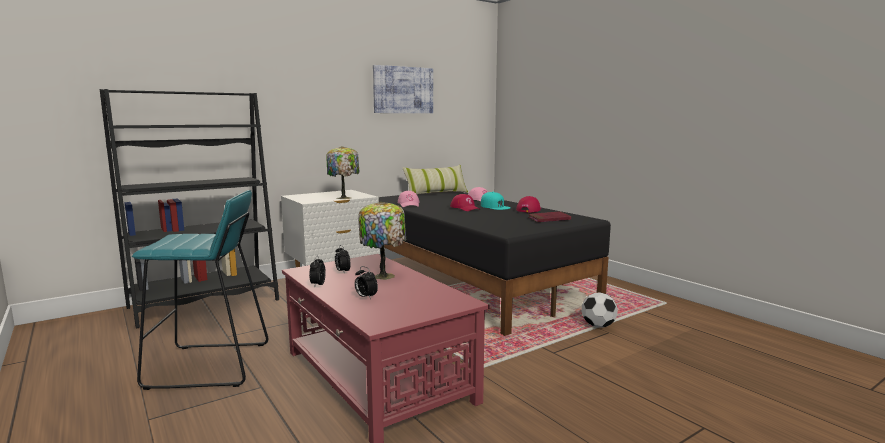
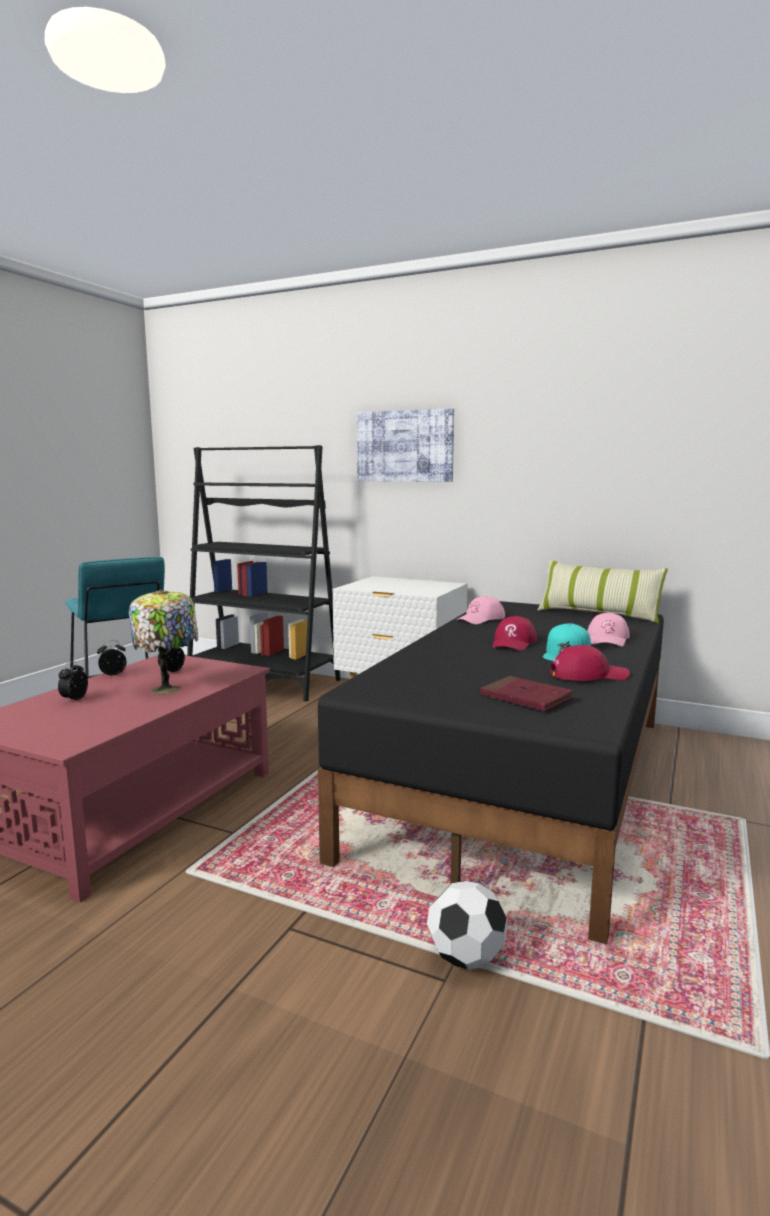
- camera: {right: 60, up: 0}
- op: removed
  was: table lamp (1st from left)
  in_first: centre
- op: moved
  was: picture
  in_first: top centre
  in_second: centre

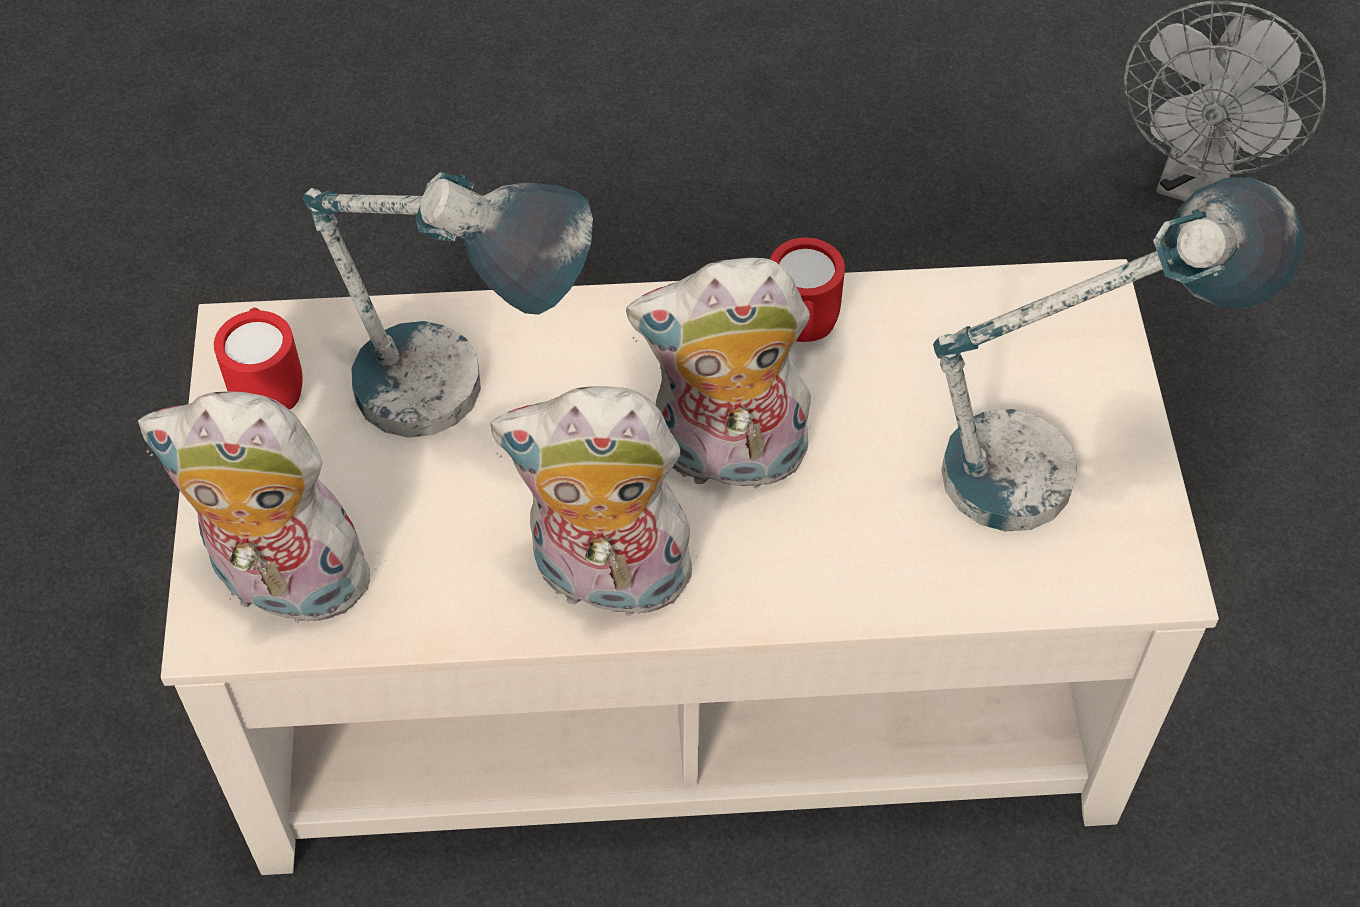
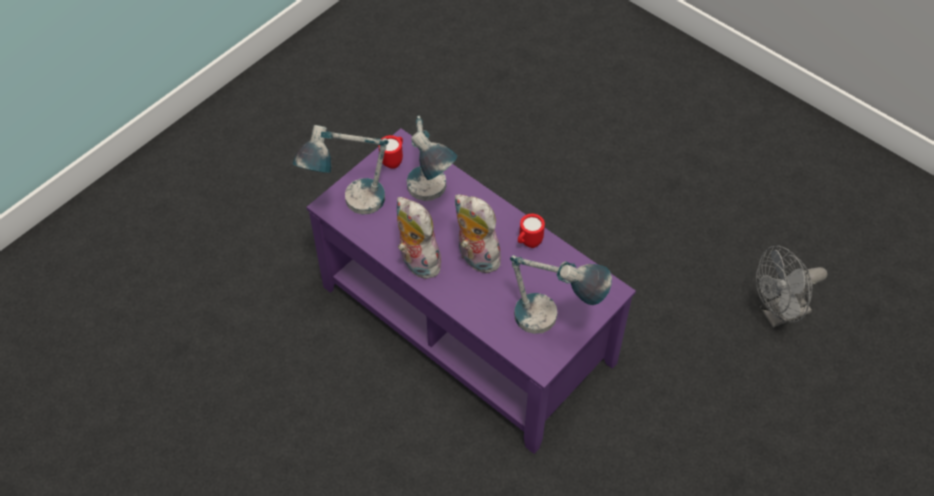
- camera: {right: 45, up: 0}
- op: replaced
  was: plush toy (1st from left)
  now: table lamp (1st from left)
  in_first: middle left
  in_second: centre
- op: recoloured
  was: coffee table (beige)
  now: coffee table (purple)
  in_first: centre
  in_second: centre

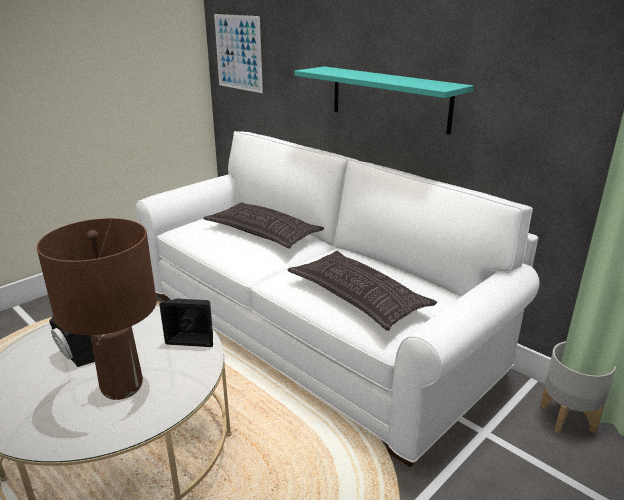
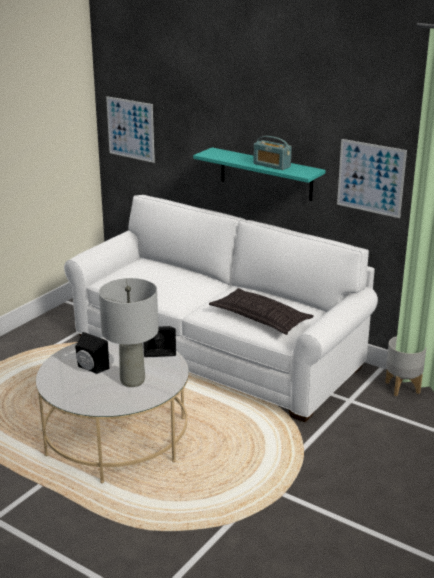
- camera: {right: -10, up: 0}
- op: recoloured
  was: table lamp (brown)
  now: table lamp (grey)
  in_first: middle left
  in_second: middle left
- op: removed
  was: pillow (1st from left)
  in_first: centre
- op: added
  now: radio
  in_second: top centre
- op: added
  now: picture (2nd from left)
  in_second: top right

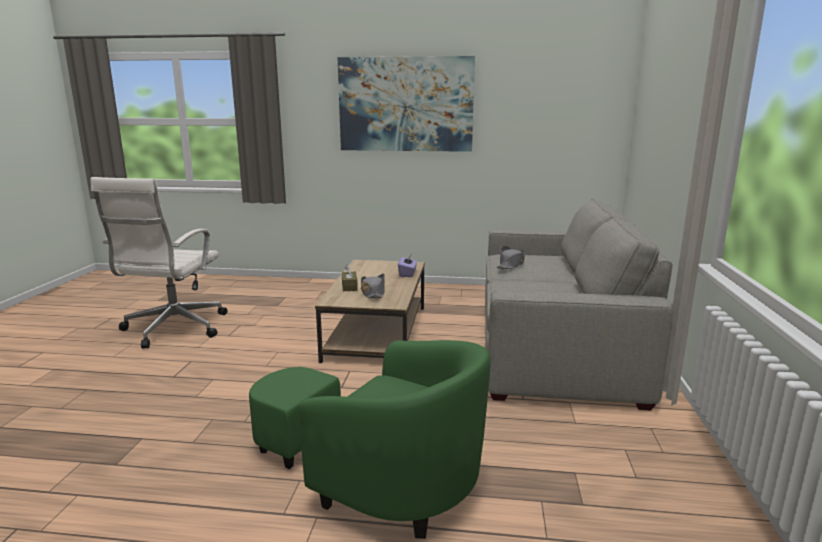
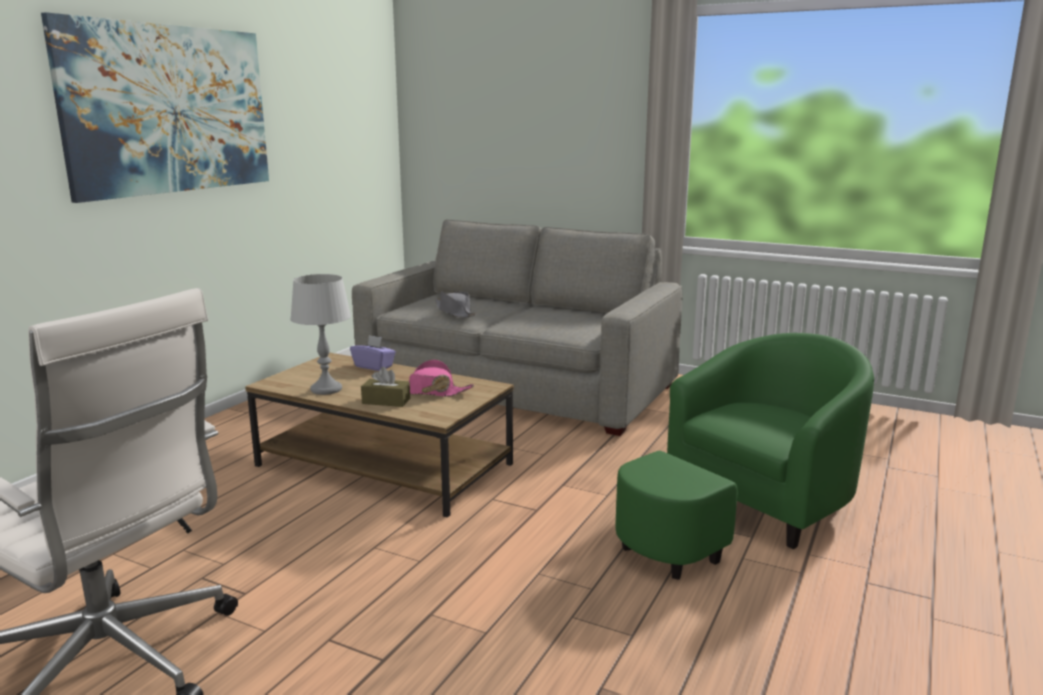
- camera: {right: -70, up: 0}
- op: recoloured
  was: hat (grey) (1st from left)
  now: hat (pink)
  in_first: centre
  in_second: centre
- op: added
  now: table lamp (grey)
  in_second: middle left

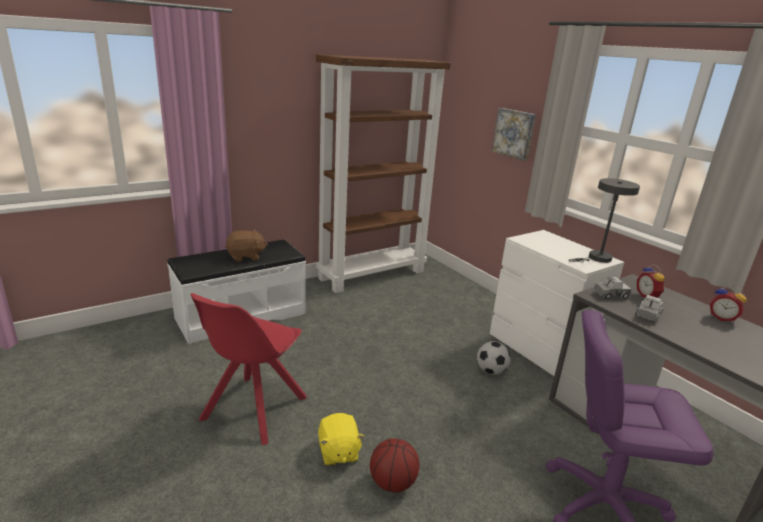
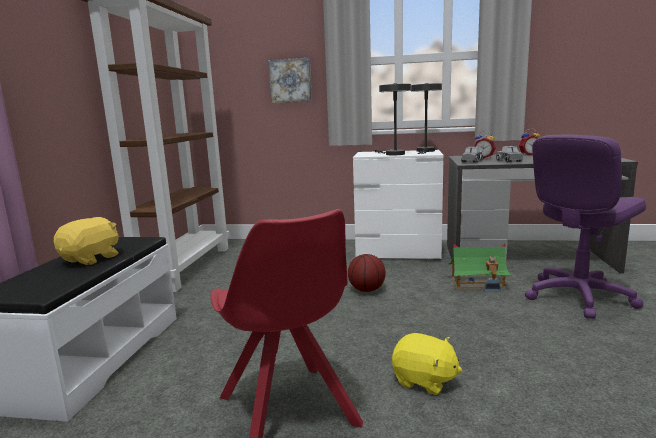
- camera: {right: -45, up: -10}
- op: recoloured
  was: plush toy (brown)
  now: plush toy (yellow) (1st from left)
  in_first: middle left
  in_second: middle left
- op: moved
  was: basketball
  in_first: bottom centre
  in_second: centre
- op: removed
  was: football
  in_first: bottom centre
- op: added
  now: table lamp (grey) (1st from left)
  in_second: top centre
- op: added
  now: toy house
  in_second: middle right

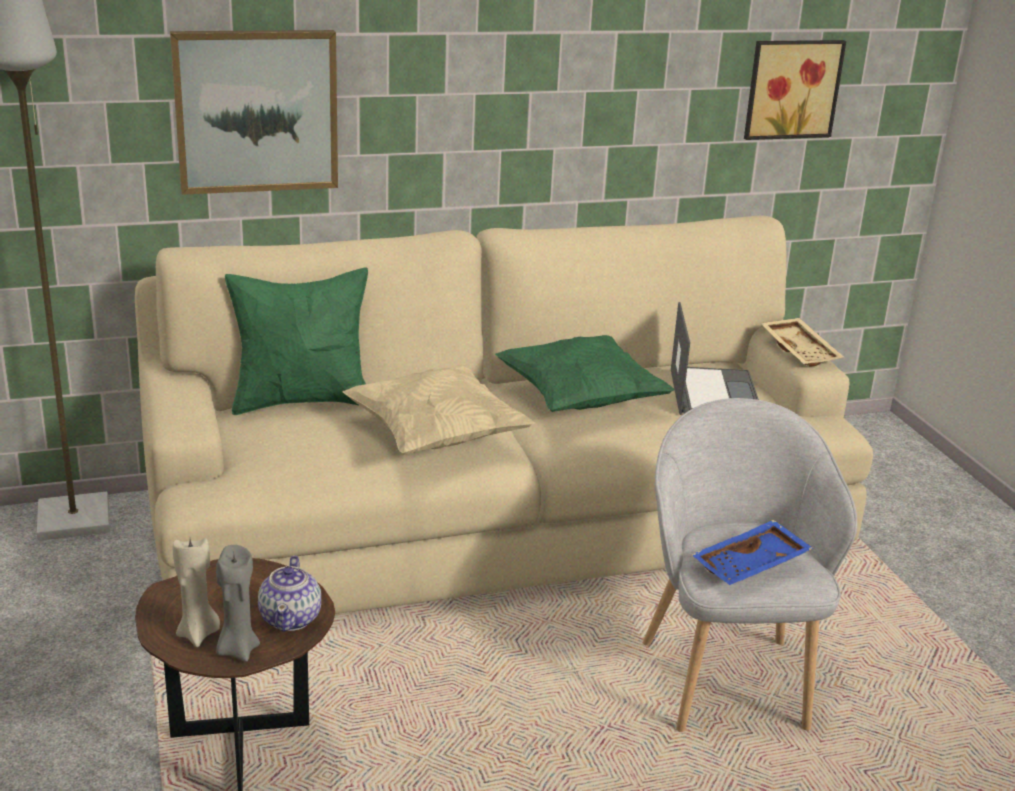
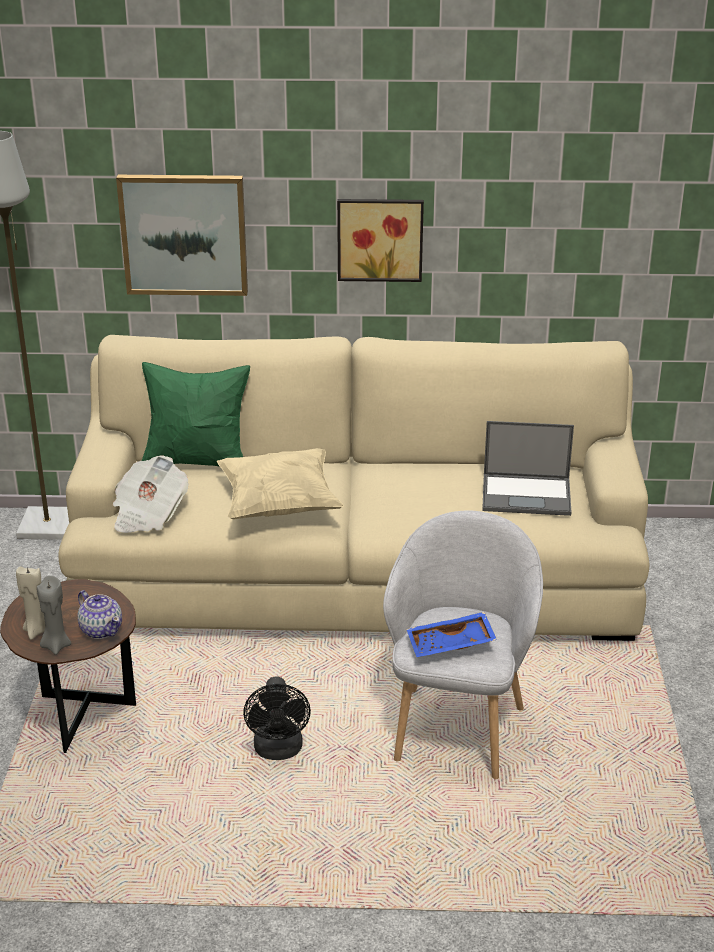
- camera: {right: 20, up: 5}
- op: turned
  was: teapot
  in_first: bottom left
  in_second: middle left
  clockwise: -60
- op: removed
  was: pillow (green) (2nd from left)
  in_first: centre
- op: turned
  was: laptop
  in_first: middle right
  in_second: middle right
  clockwise: 75
- op: moved
  was: picture (2nd from left)
  in_first: top right
  in_second: top centre
- op: removed
  was: tray (beige)
  in_first: middle right
- op: added
  now: newspaper
  in_second: middle left
- op: added
  now: fan (black)
  in_second: bottom centre

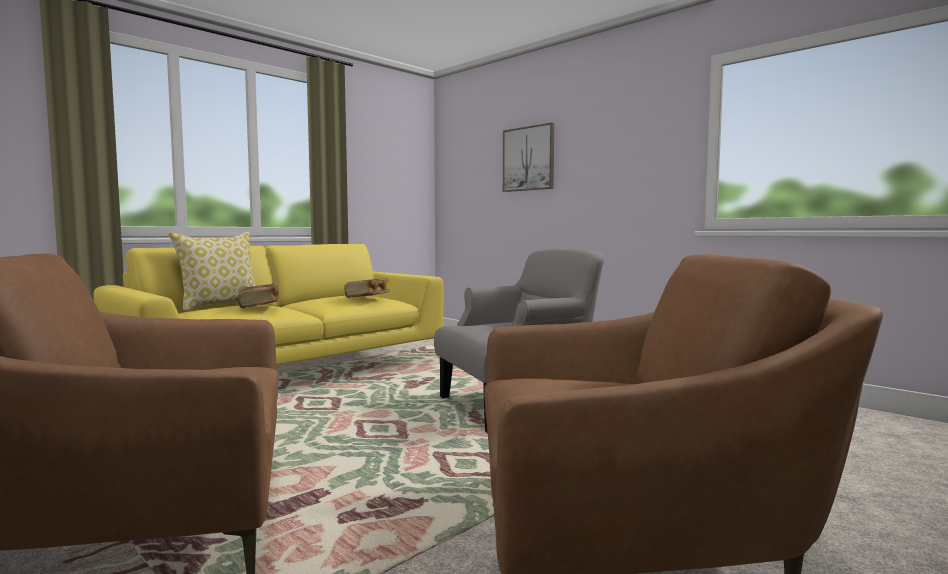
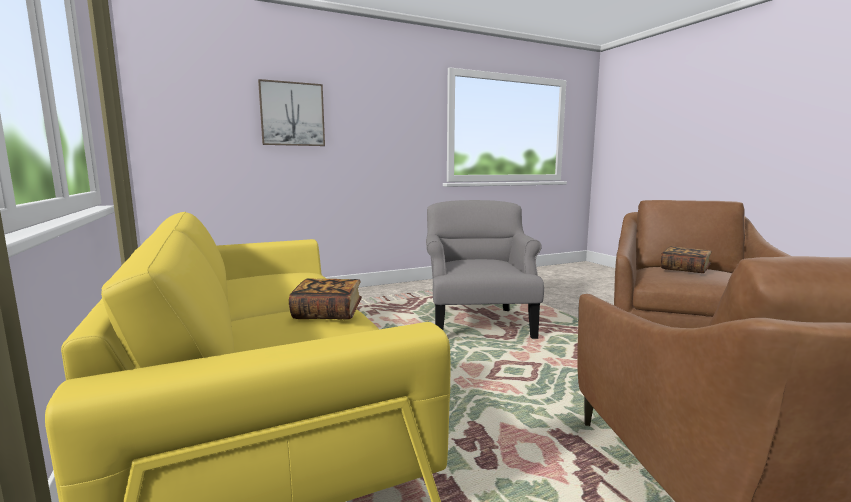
- camera: {right: -70, up: 5}
- op: removed
  was: pillow
  in_first: middle left
- op: moved
  was: book (2nd from left)
  in_first: centre
  in_second: middle right

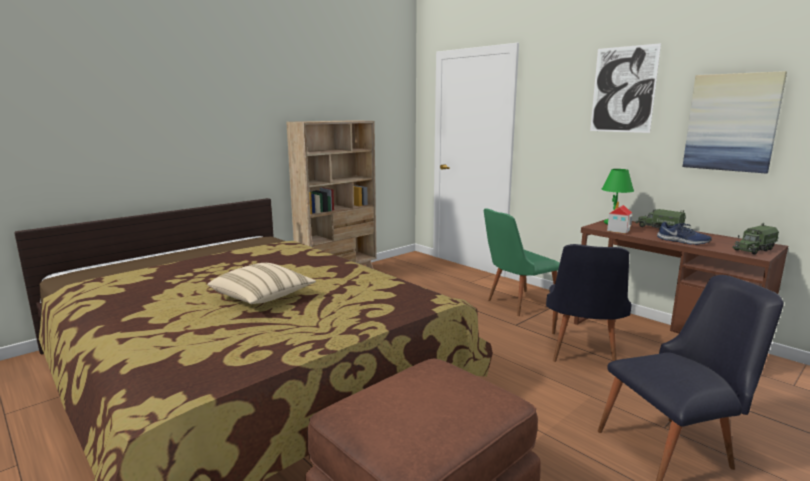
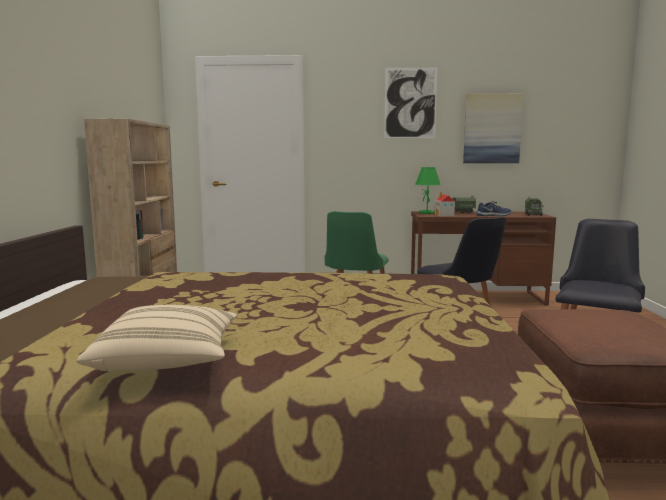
- camera: {right: -45, up: -5}
- op: moved
  was: pillow (beige)
  in_first: middle left
  in_second: bottom left

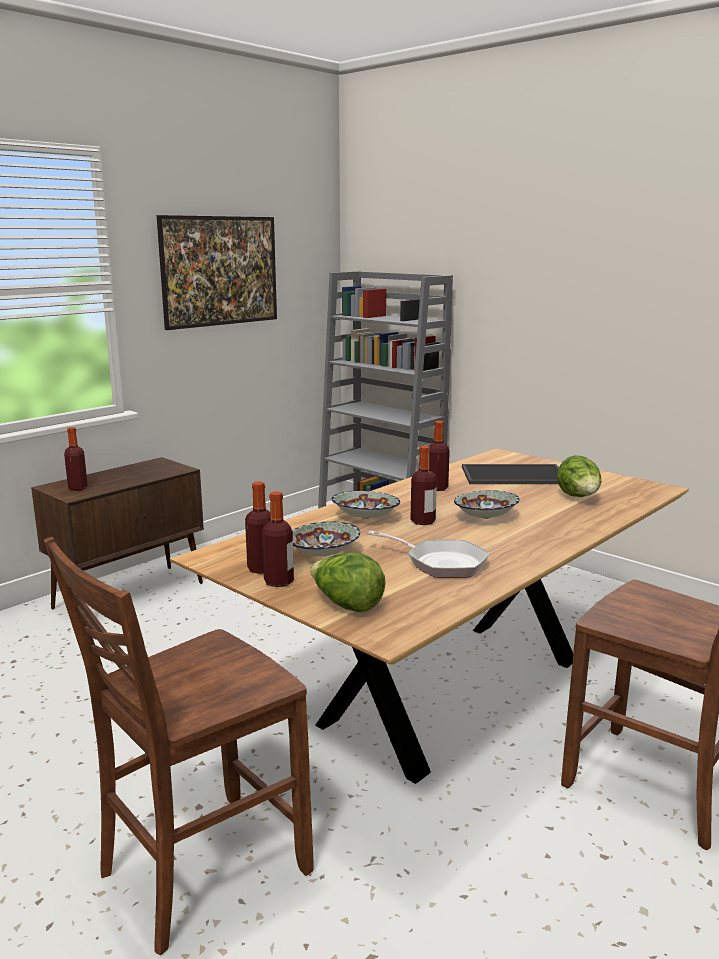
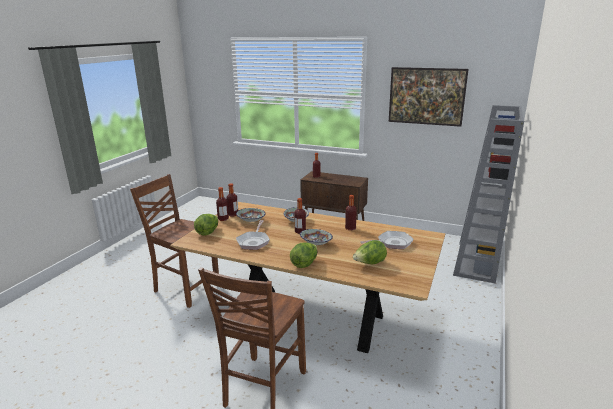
- camera: {right: 70, up: 5}
- op: replaced
  was: tray
  now: frying pan (2nd from left)
  in_first: middle right
  in_second: centre
- op: added
  now: lettuce (2nd from left)
  in_second: centre

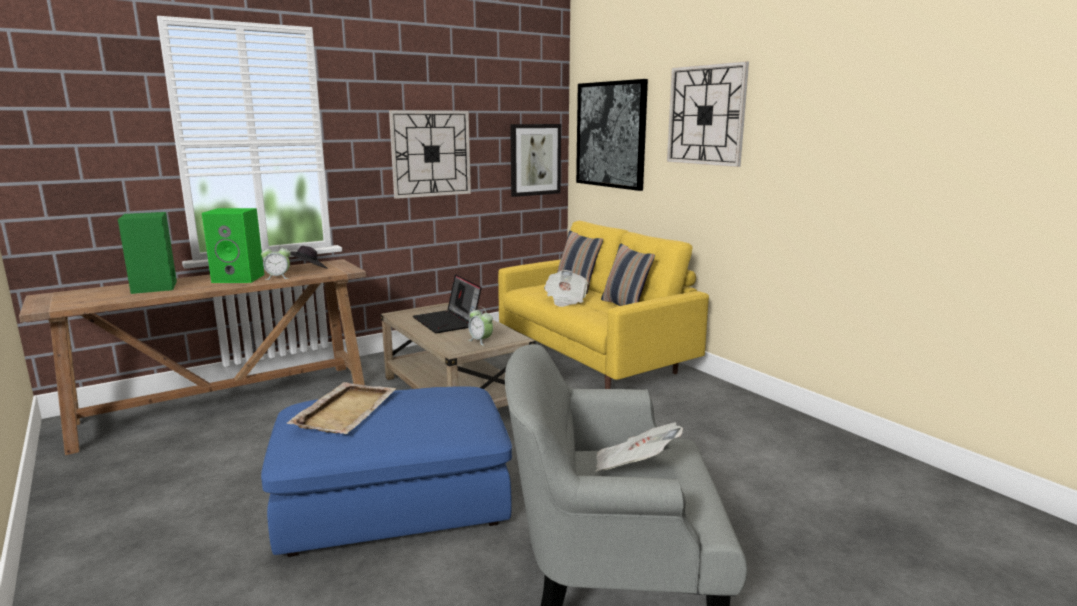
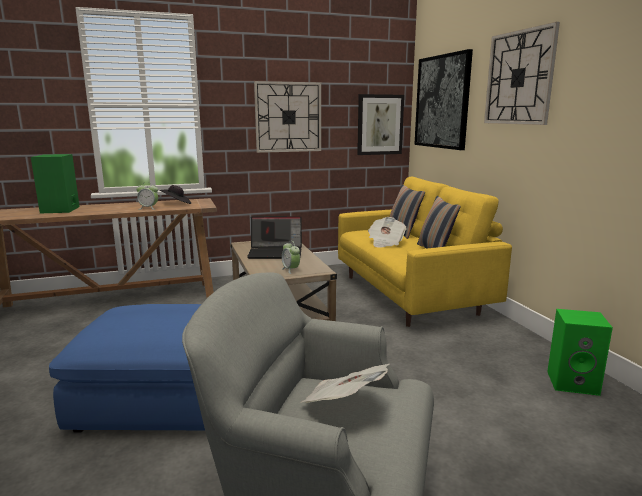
- camera: {right: 15, up: 0}
- op: moved
  was: speaker (green) (2nd from left)
  in_first: middle left
  in_second: bottom right
- op: removed
  was: tray (beige)
  in_first: bottom left
- op: turned
  was: laptop
  in_first: centre
  in_second: centre
  clockwise: -75

